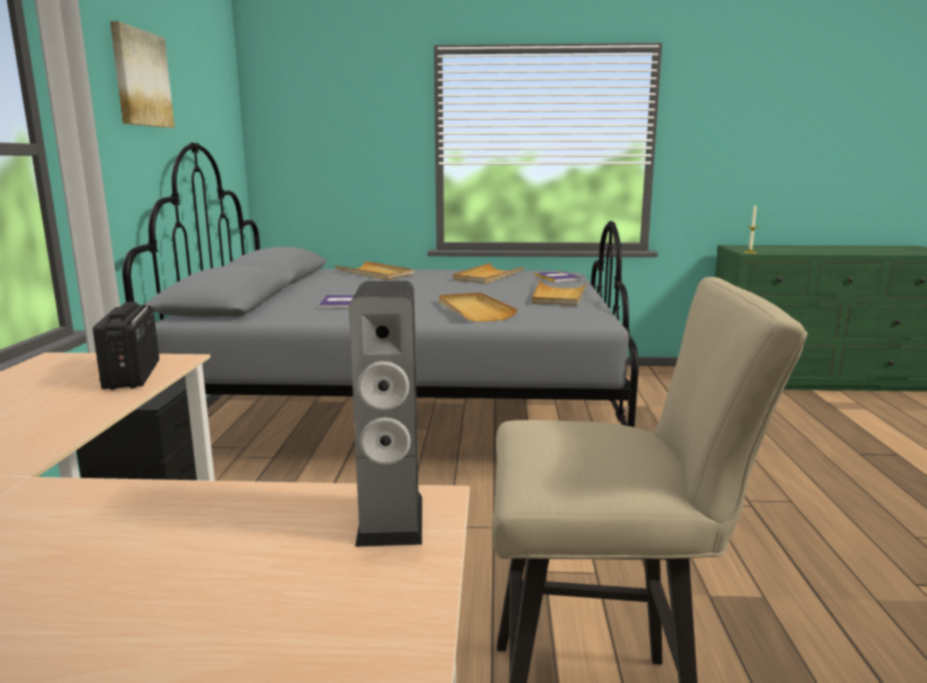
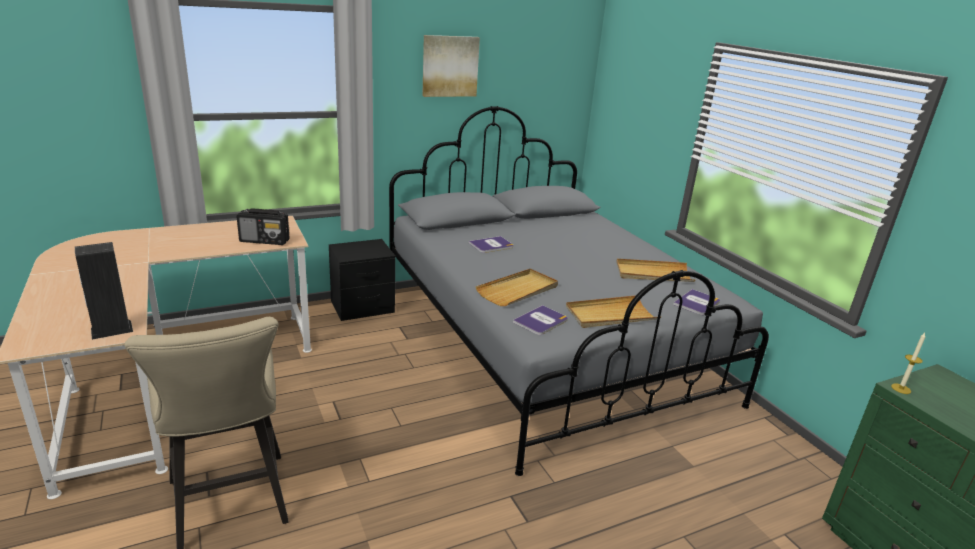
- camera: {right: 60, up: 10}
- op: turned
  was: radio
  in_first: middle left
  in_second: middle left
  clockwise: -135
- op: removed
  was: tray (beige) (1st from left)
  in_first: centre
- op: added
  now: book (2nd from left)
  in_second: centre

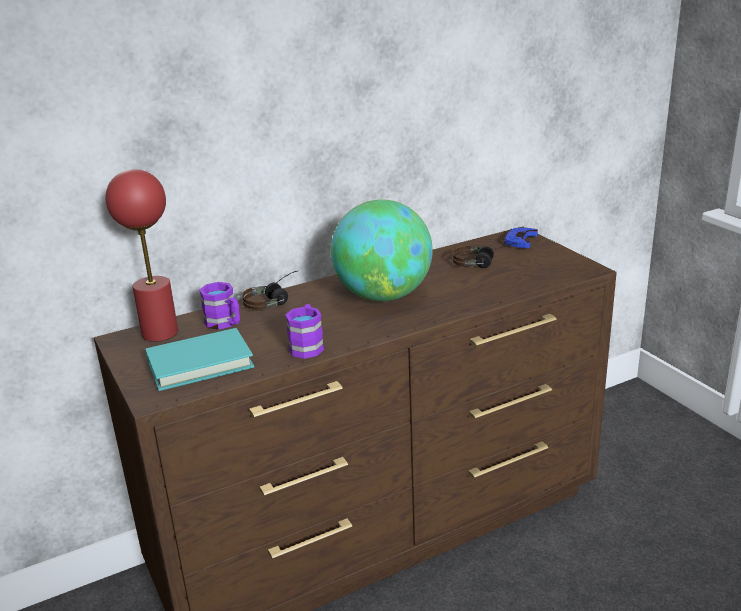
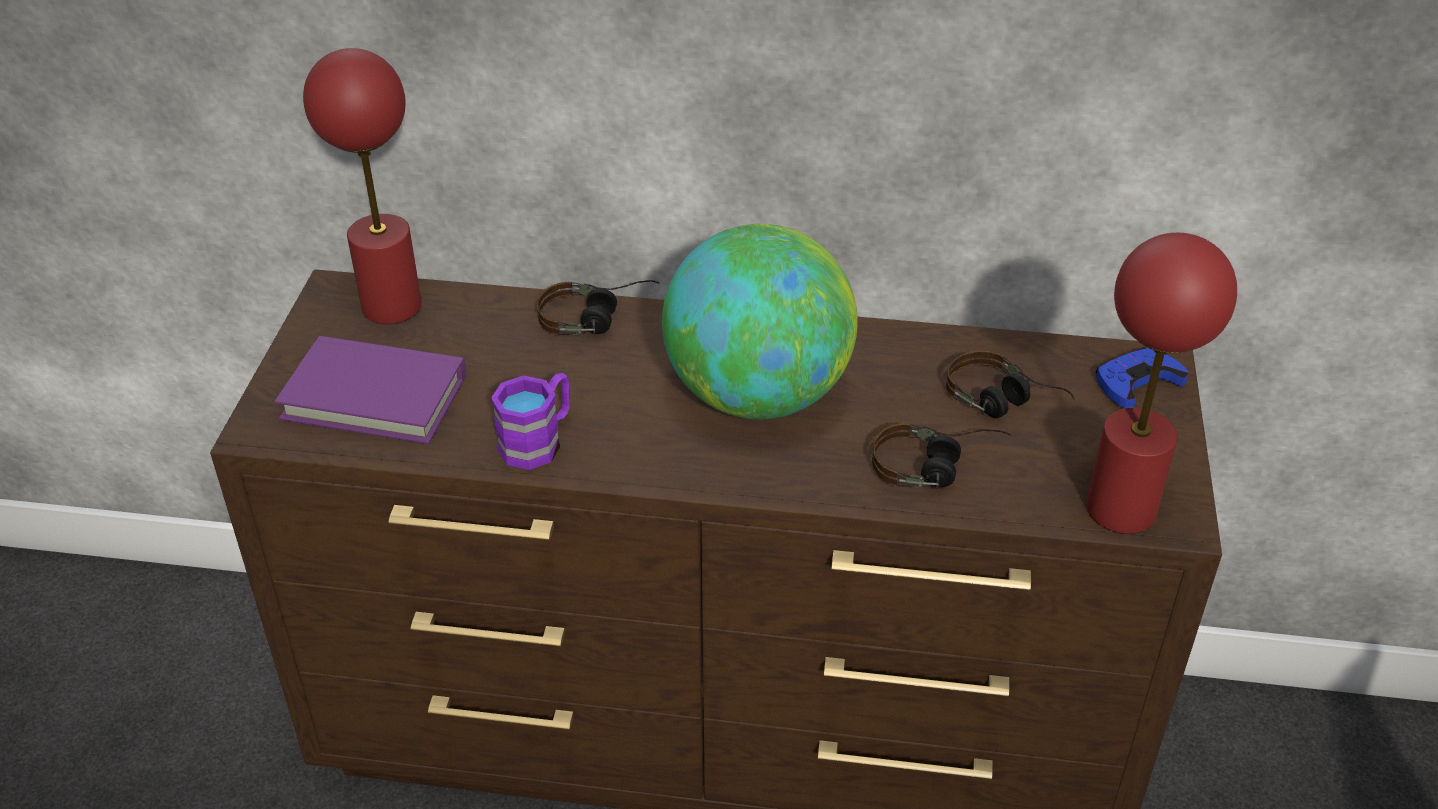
- camera: {right: 35, up: 15}
- op: recoloured
  was: book (turquoise)
  now: book (purple)
  in_first: middle left
  in_second: middle left
- op: removed
  was: mug (purple) (1st from left)
  in_first: middle left
- op: added
  now: headphones (2nd from left)
  in_second: centre
- op: added
  now: table lamp (red) (2nd from left)
  in_second: middle right

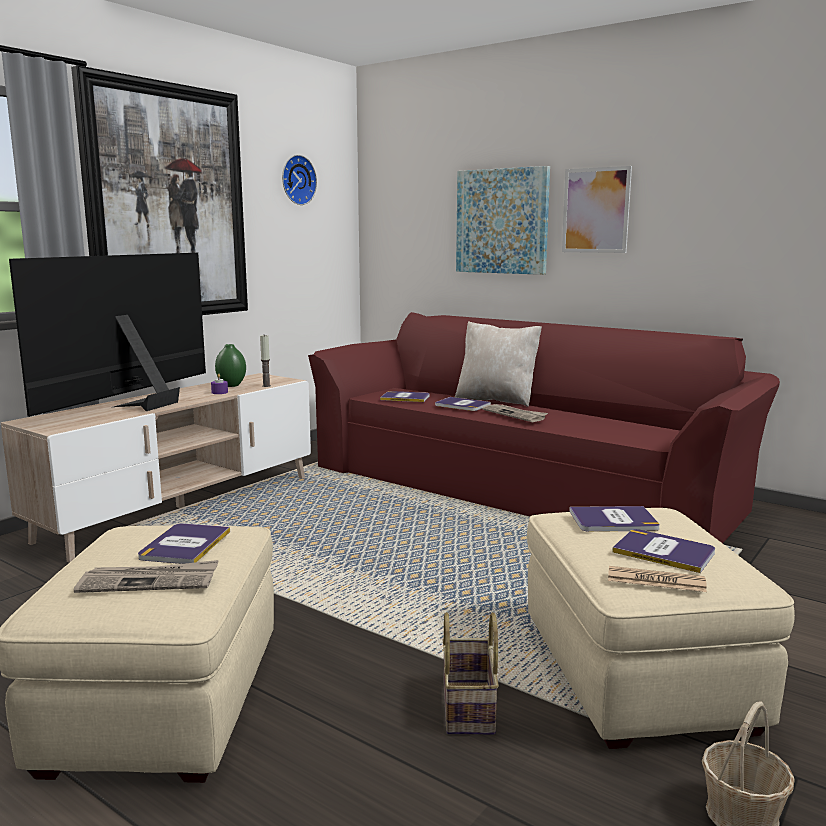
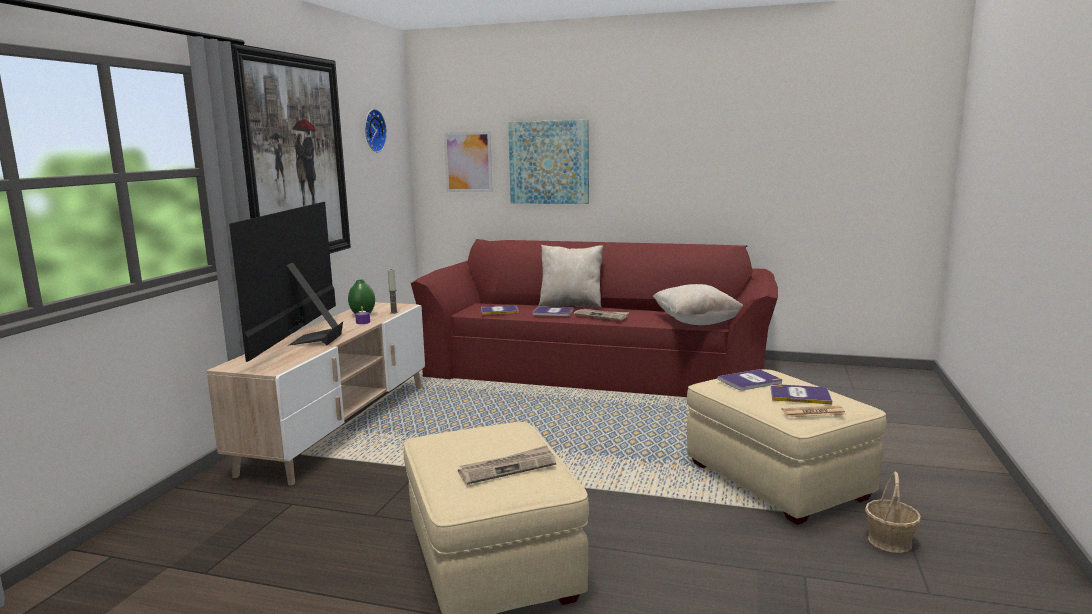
- camera: {right: -20, up: 0}
- op: removed
  was: book (1st from left)
  in_first: middle left
- op: removed
  was: basket (1st from left)
  in_first: bottom centre
- op: moved
  was: picture (3rd from left in the first image)
  now: picture (2nd from left)
  in_first: top right
  in_second: top centre
- op: added
  now: pillow (beige) (2nd from left)
  in_second: centre

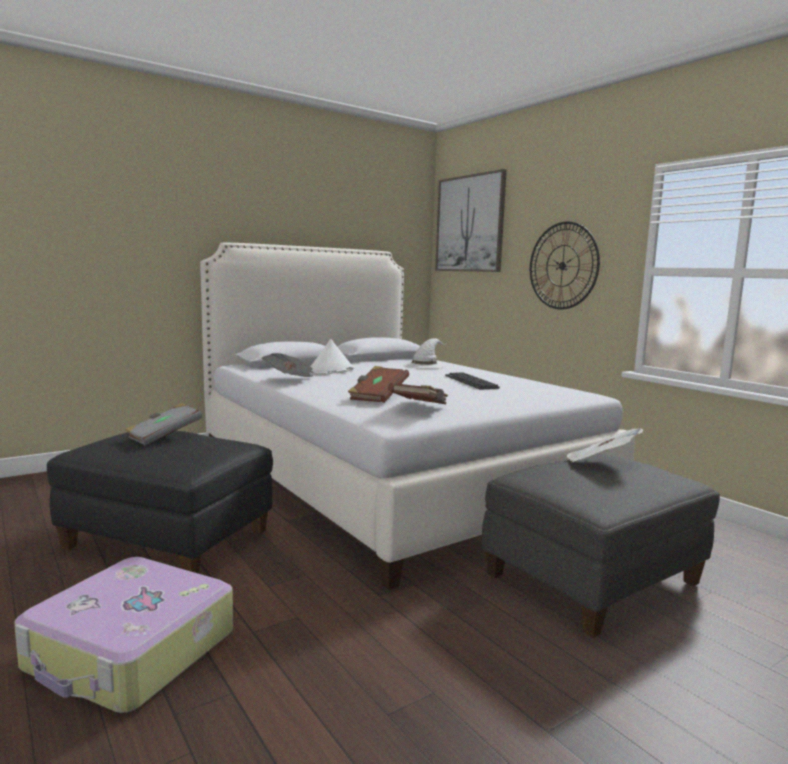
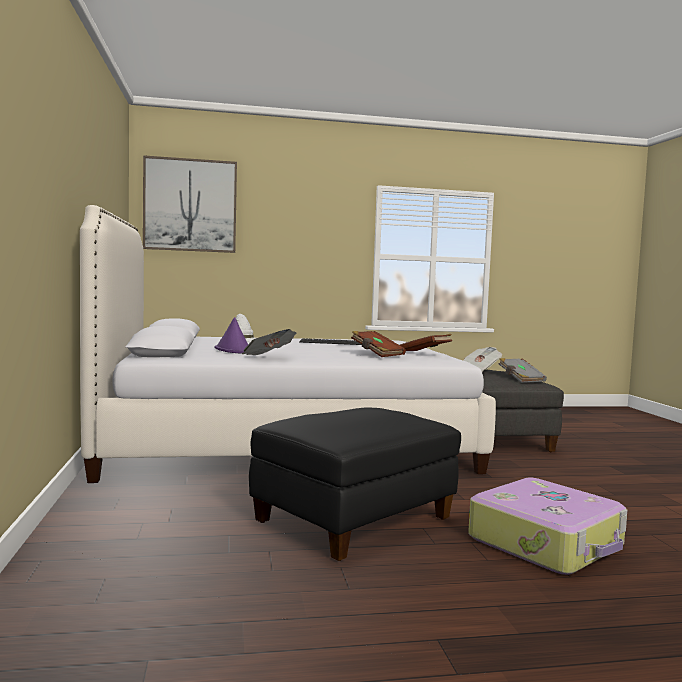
- camera: {right: -65, up: -5}
- op: moved
  was: book (grey)
  in_first: middle left
  in_second: middle right
- op: recoloured
  was: hat (white) (1st from left)
  now: hat (purple)
  in_first: centre
  in_second: centre
- op: removed
  was: wall clock
  in_first: middle right

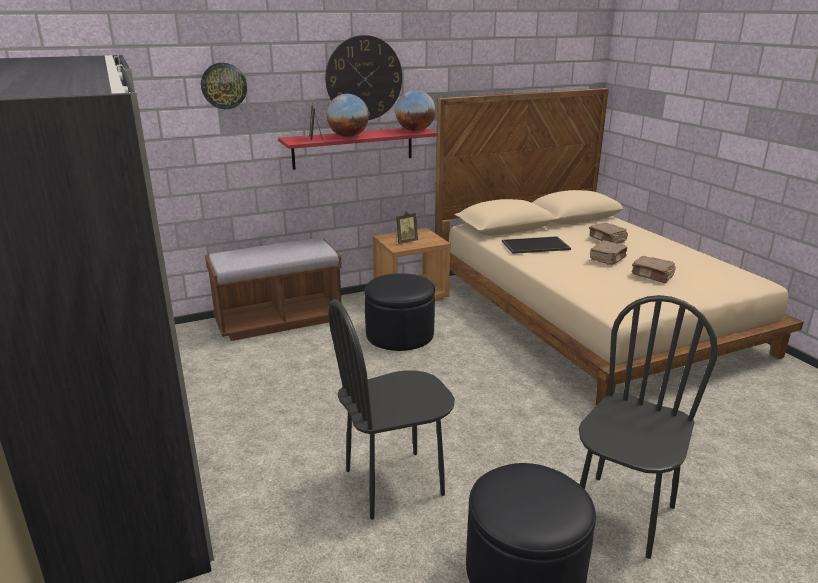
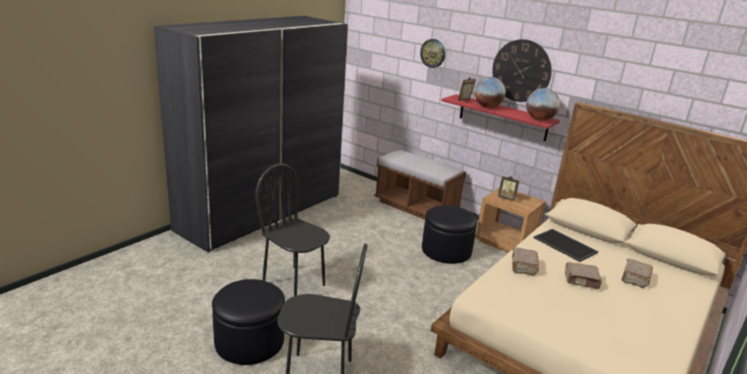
- camera: {right: 60, up: 0}
- op: moved
  was: book (brown) (3rd from left in the first image)
  now: book (brown) (1st from left)
  in_first: middle right
  in_second: bottom right

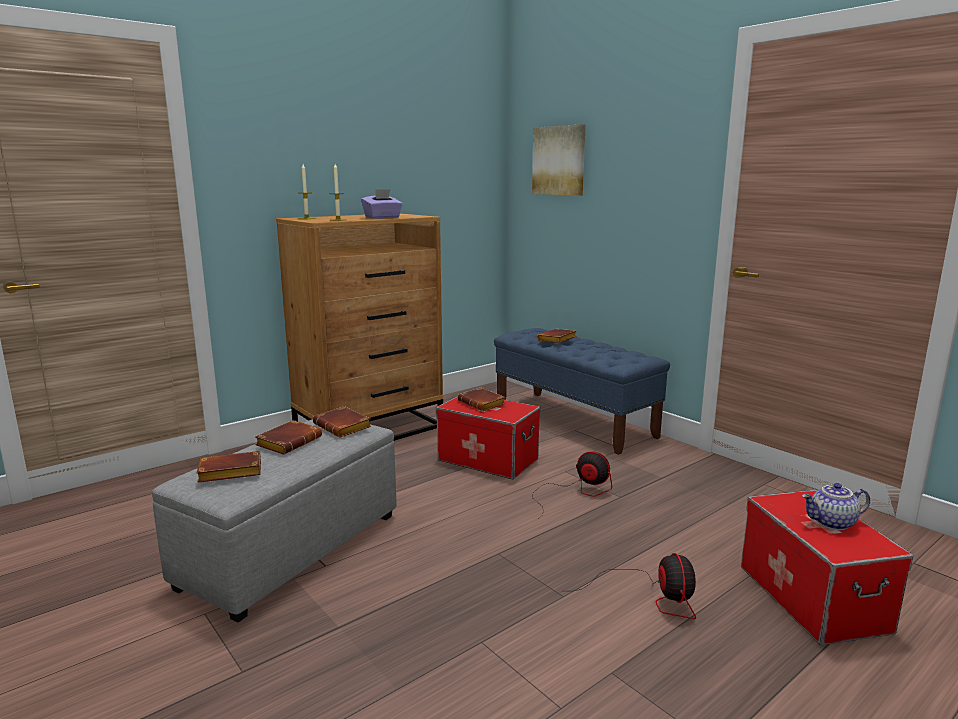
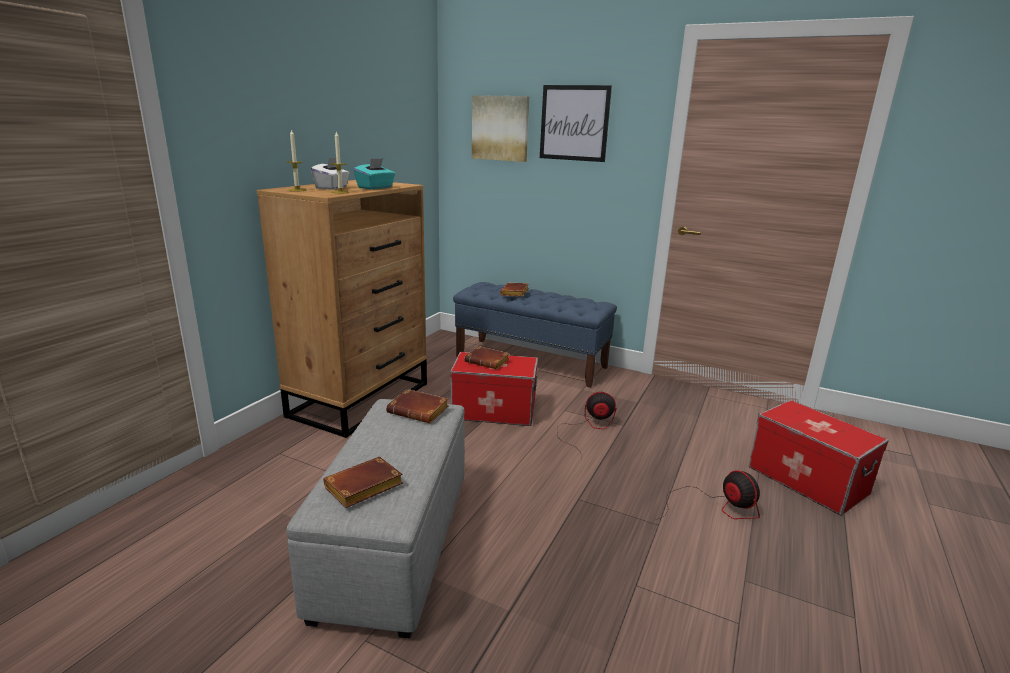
- camera: {right: -25, up: 5}
- op: removed
  was: book (brown) (2nd from left)
  in_first: middle left
- op: recoloured
  was: tissue box (purple)
  now: tissue box (turquoise)
  in_first: top centre
  in_second: top centre
- op: removed
  was: teapot
  in_first: bottom right
- op: added
  now: tissue box (white)
  in_second: top left
- op: added
  now: picture (2nd from left)
  in_second: top centre

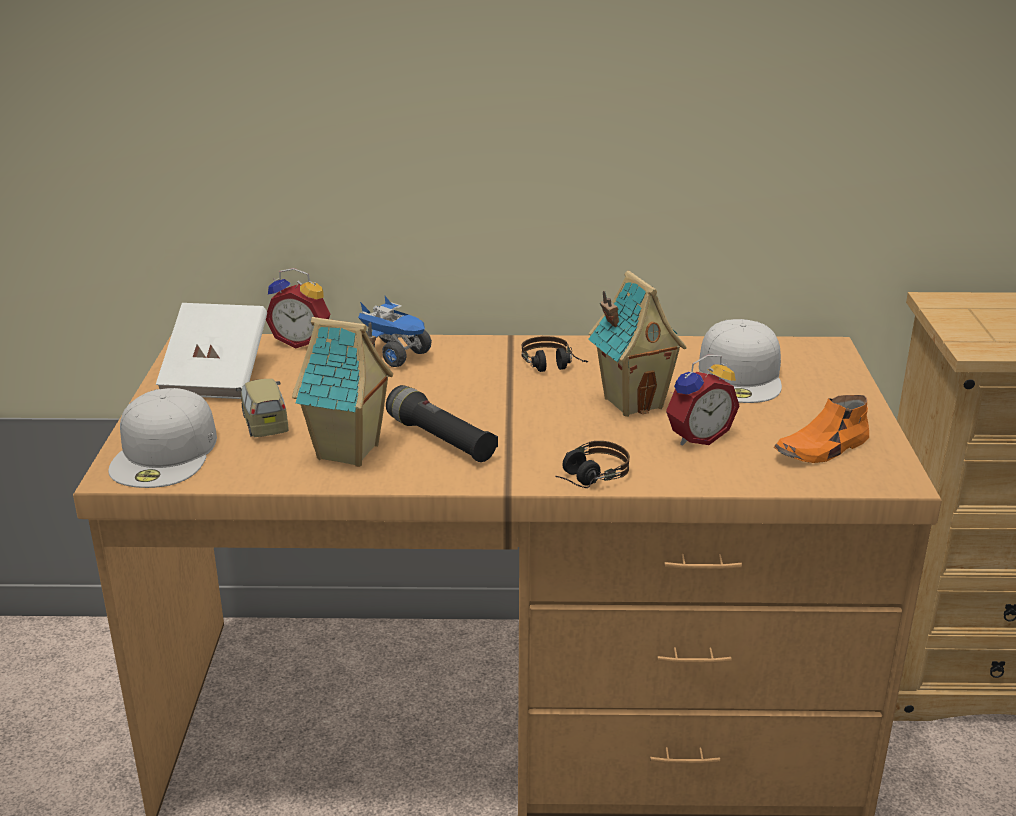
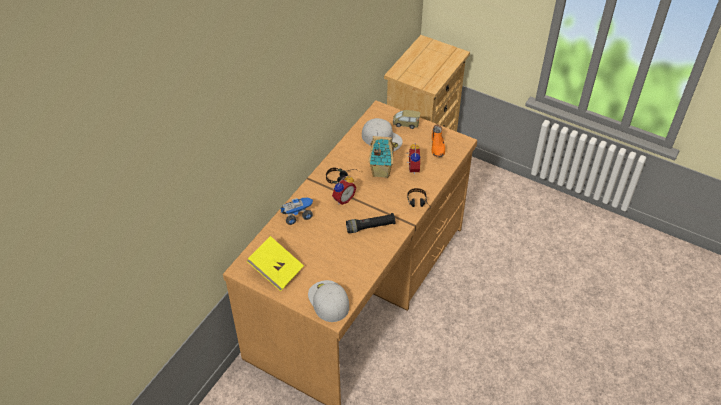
- camera: {right: -60, up: 20}
- op: turned
  was: cap (white) (1st from left)
  in_first: middle left
  in_second: bottom centre
  clockwise: -150
- op: recoloured
  was: book (white)
  now: book (yellow)
  in_first: middle left
  in_second: centre
- op: moved
  was: toy car
  in_first: middle left
  in_second: top centre
- op: moved
  was: alarm clock (1st from left)
  in_first: middle left
  in_second: centre
- op: removed
  was: toy house (1st from left)
  in_first: centre

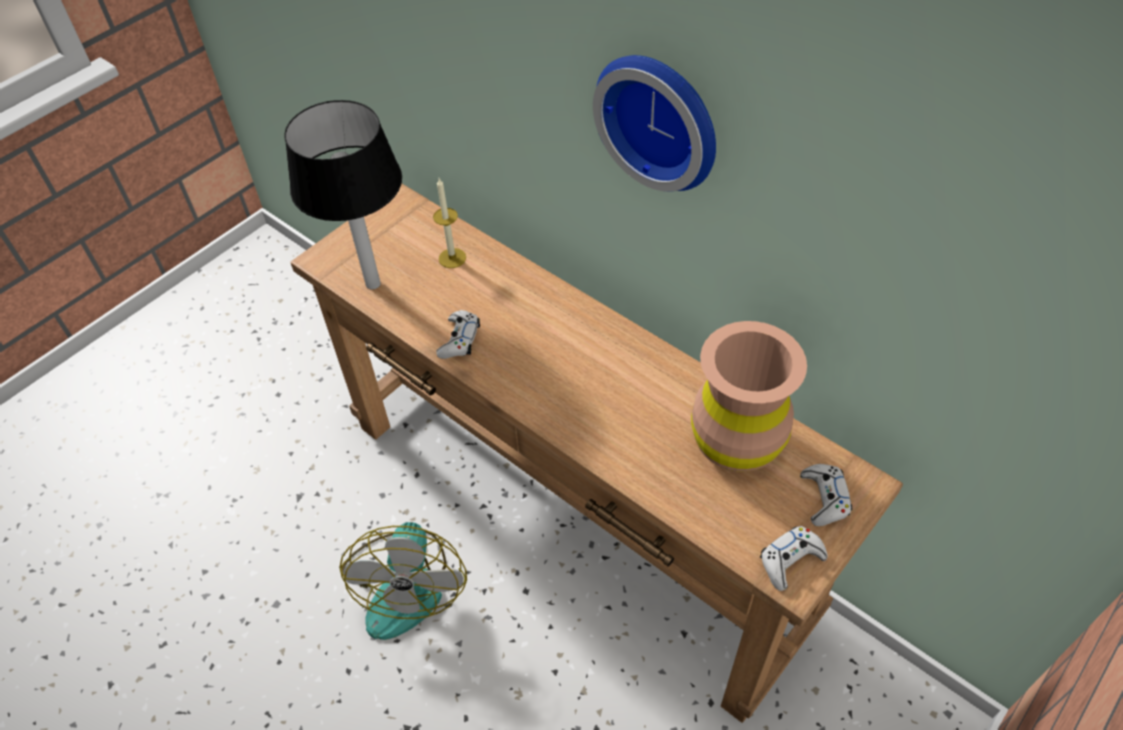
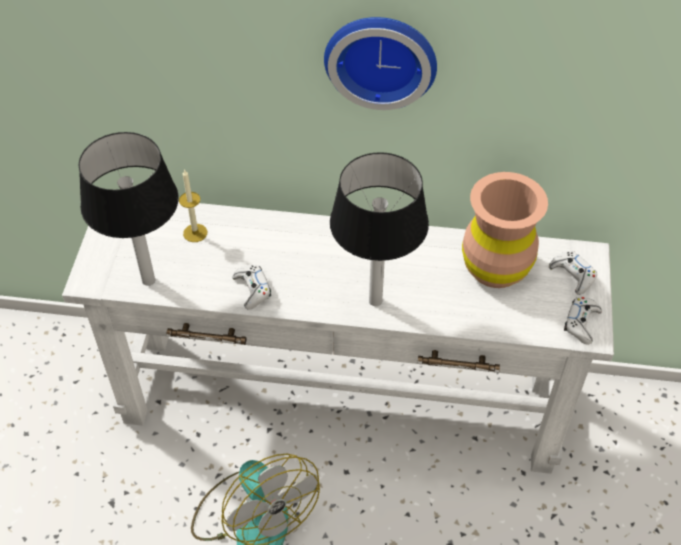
- camera: {right: -35, up: 0}
- op: recoloured
  was: console table (brown)
  now: console table (white)
  in_first: centre
  in_second: centre
- op: added
  now: table lamp (2nd from left)
  in_second: centre

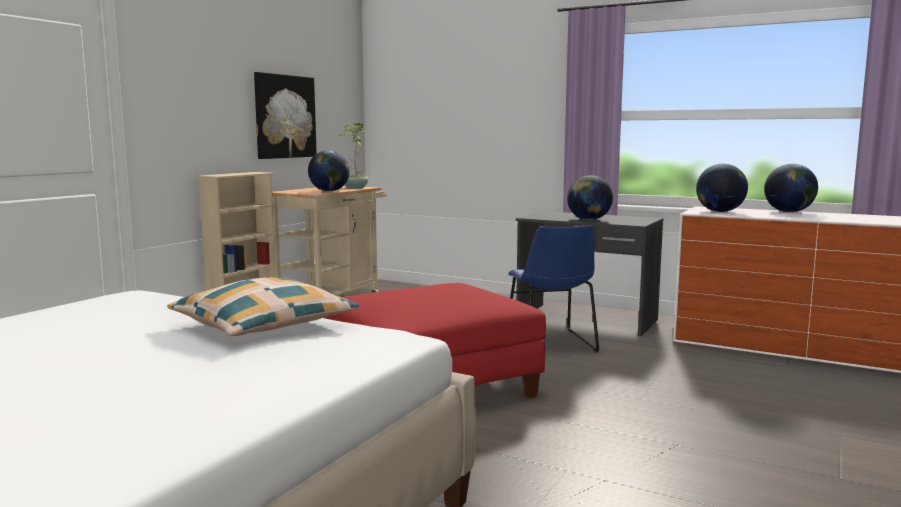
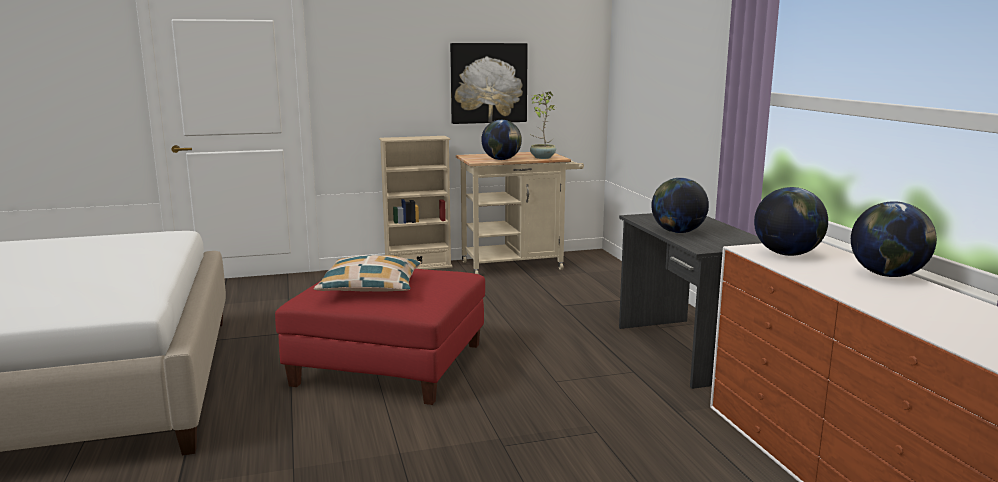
- camera: {right: 45, up: 5}
- op: moved
  was: pillow
  in_first: middle left
  in_second: centre
- op: removed
  was: chair (blue)
  in_first: centre

